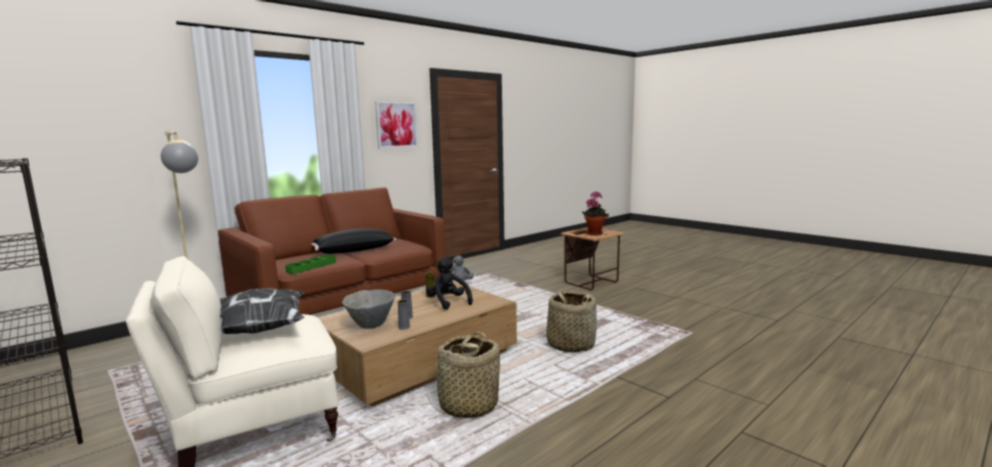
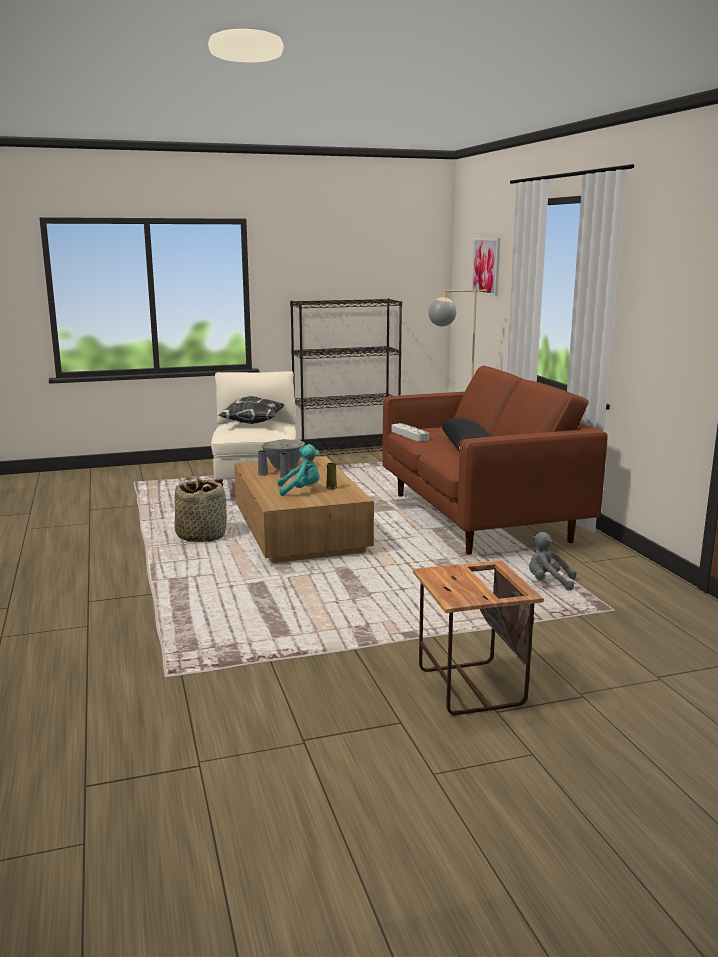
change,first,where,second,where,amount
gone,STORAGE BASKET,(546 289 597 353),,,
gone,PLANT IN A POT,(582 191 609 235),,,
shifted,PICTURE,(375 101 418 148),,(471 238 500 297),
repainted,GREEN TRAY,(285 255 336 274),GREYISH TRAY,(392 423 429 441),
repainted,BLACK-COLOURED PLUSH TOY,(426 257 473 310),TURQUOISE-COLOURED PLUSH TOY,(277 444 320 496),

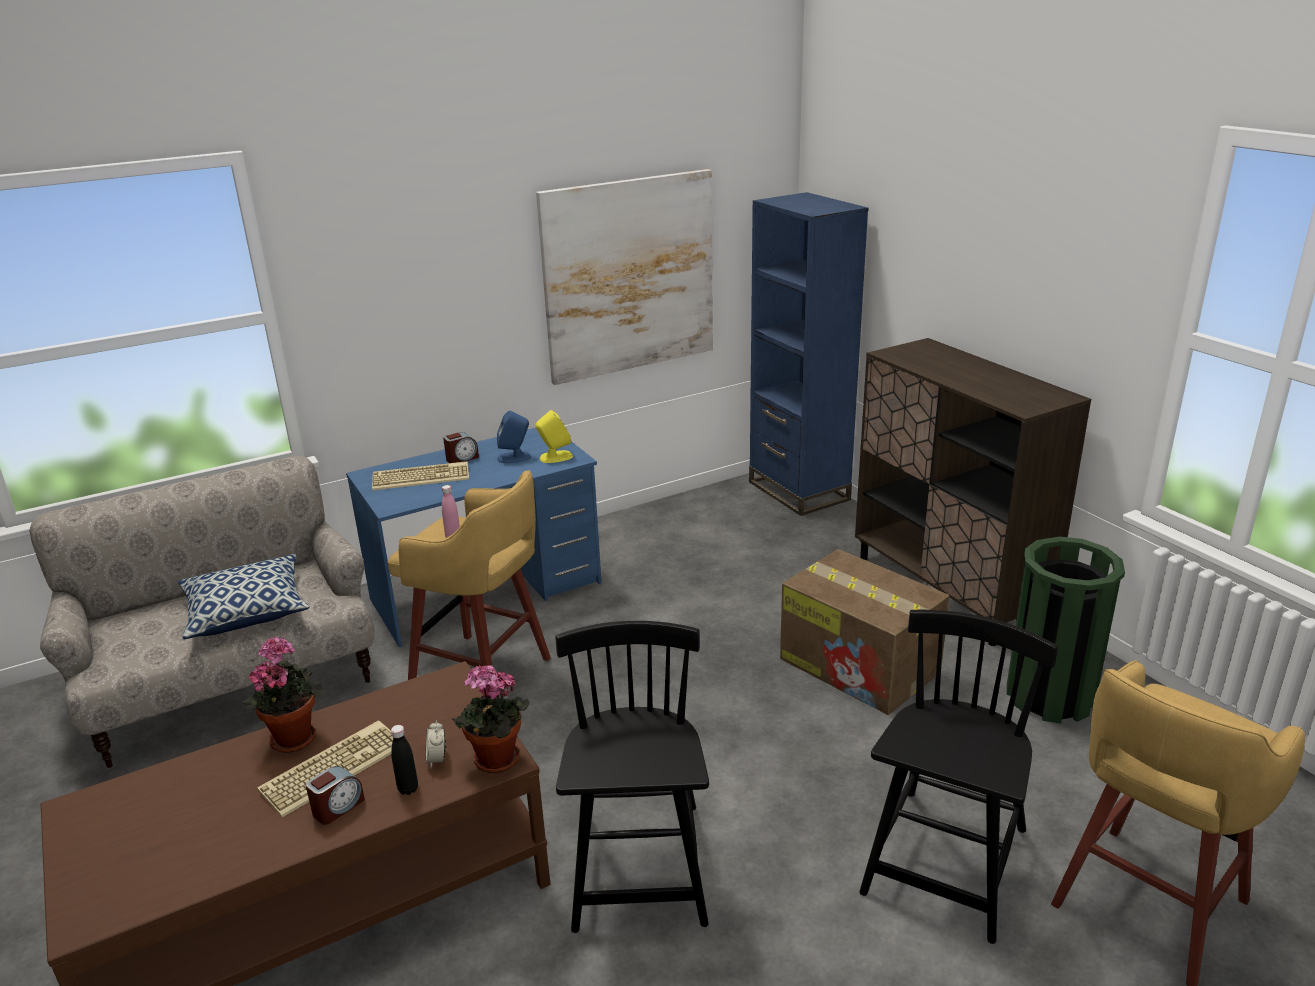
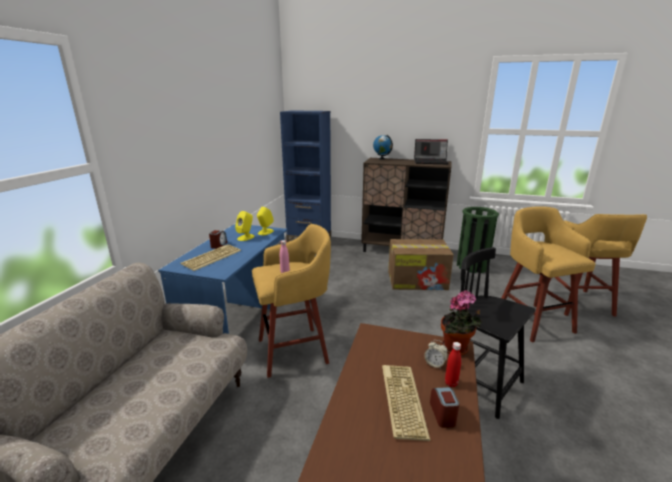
change,first,where,second,where,amount
gone,CUSHION,(178 554 310 639),,,
gone,PLANT IN A POT,(243 637 323 752),,,
gone,PICTURE,(536 169 713 385),,,
new,,,DESK GLOBE,(373 135 393 160),
new,,,NOTEBOOK COMPUTER,(414 139 449 164),
swapped,BLACK-COLOURED CHAIR,(859 610 1058 944),YELLOW-COLOURED STOOL SEAT,(502 207 596 342),
repainted,BLACK-COLOURED DRINK BOTTLE,(391 725 418 795),RED DRINK BOTTLE,(445 342 461 387),
repainted,BLUE SPEAKER,(497 411 531 463),YELLOW-COLOURED SPEAKER,(235 211 255 241),

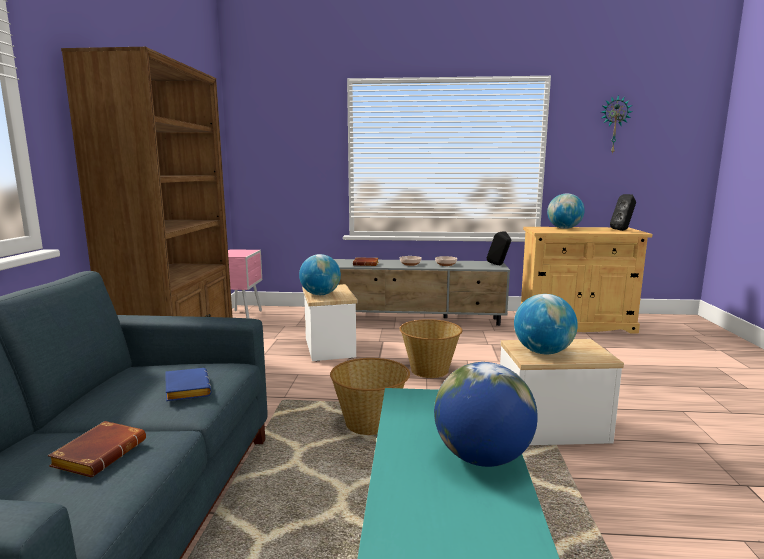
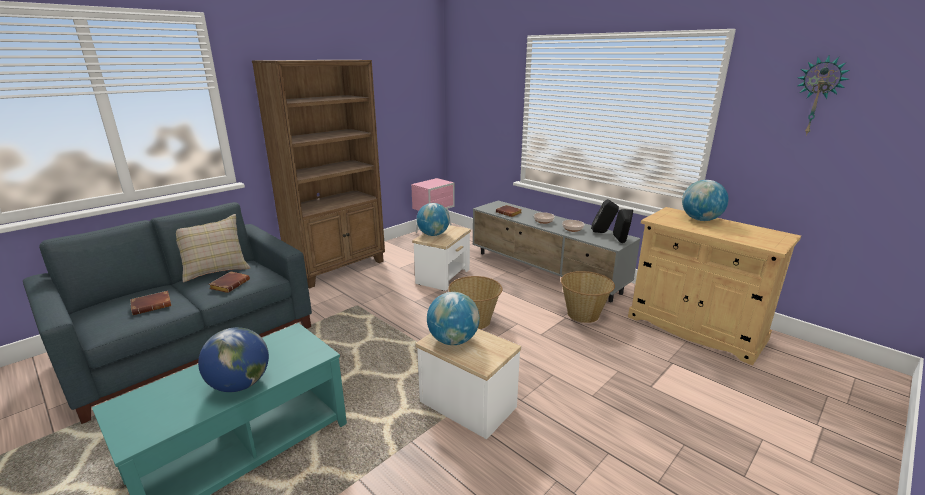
change,first,where,second,where,amount
new,,,BEIGE CUSHION,(176 214 250 283),
shifted,STORAGE BASKET,(330 358 410 435),,(561 271 615 323),
shifted,BLACK-COLOURED SPEAKER,(610 194 636 231),,(591 199 619 233),
repainted,BLUE BOUND BOOK,(165 368 211 401),BROWN BOUND BOOK,(209 272 250 293),

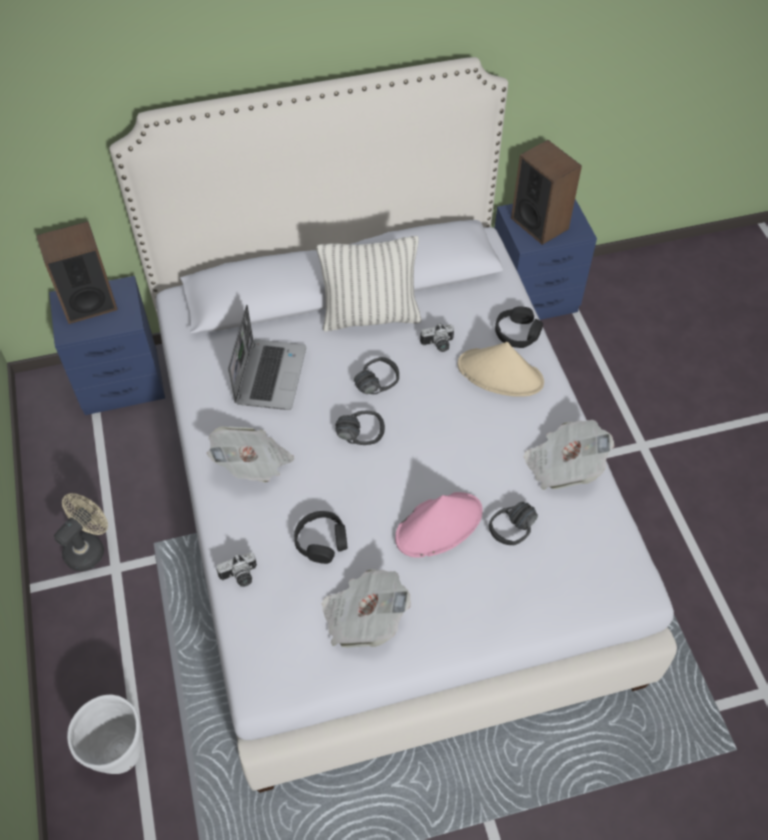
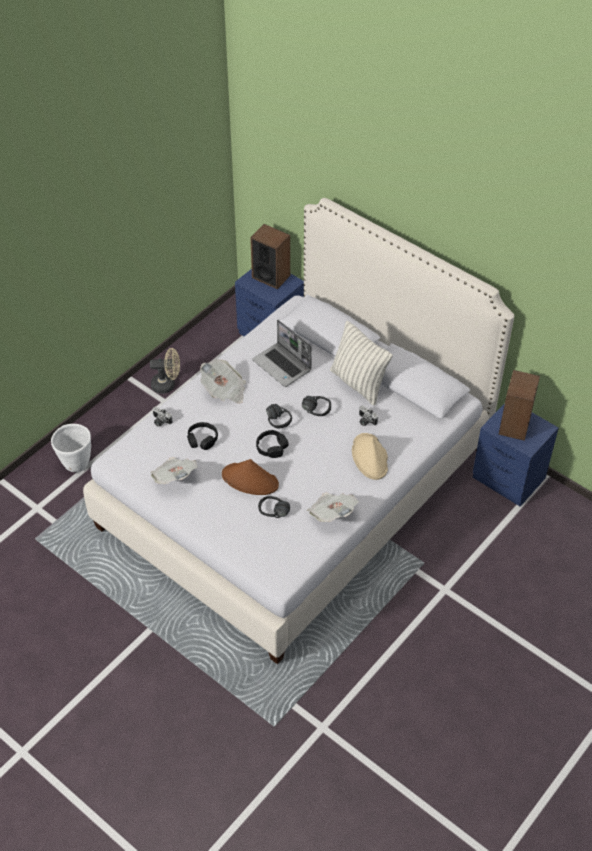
change,first,where,second,where,amount
shifted,BLACK-COLOURED HEADSET,(495 307 543 348),,(256 430 289 458),
repainted,PINKISH WEARABLE HAT,(395 492 483 558),BROWN WEARABLE HAT,(222 459 279 495),
rotated,NOTEBOOK COMPUTER,(228 305 306 410),,(252 320 312 387),75 degrees clockwise

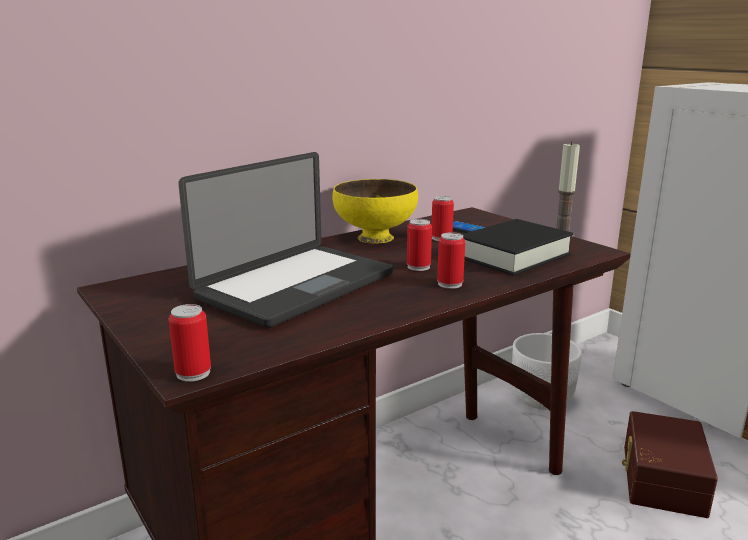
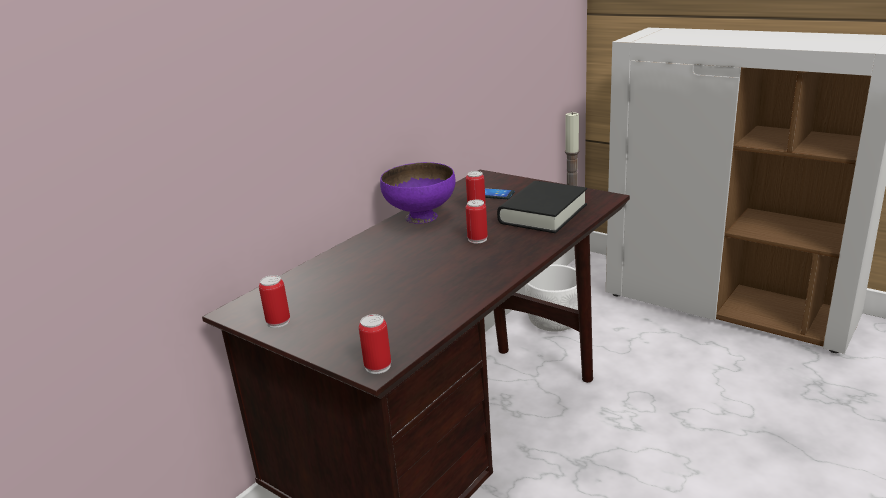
change,first,where,second,where,amount
gone,NOTEBOOK COMPUTER,(178 152 393 328),,,
gone,BROWN STORAGE CONTAINER,(622 411 718 518),,,
shifted,CAN,(437 232 465 289),,(259 275 290 328),
repainted,YELLOW-COLOURED BOWL,(332 179 418 244),PURPLE-COLOURED BOWL,(380 162 456 224),

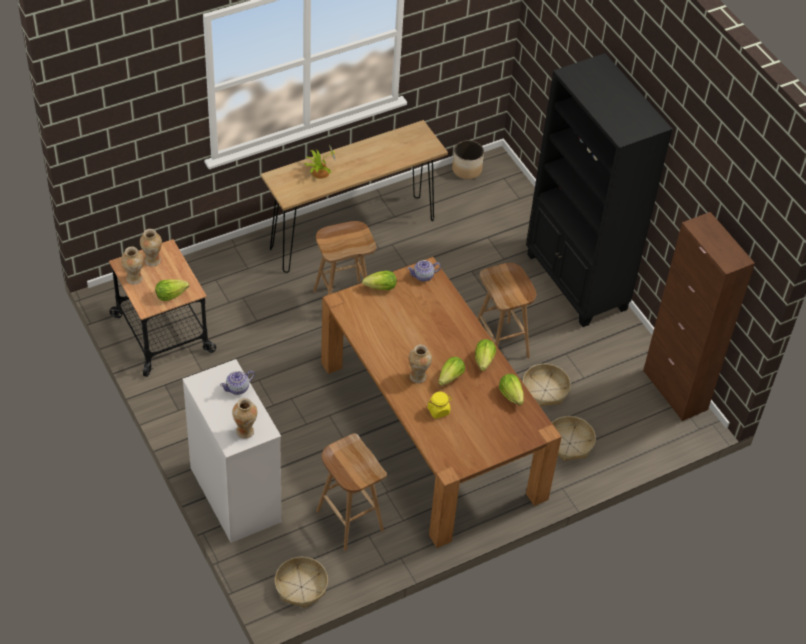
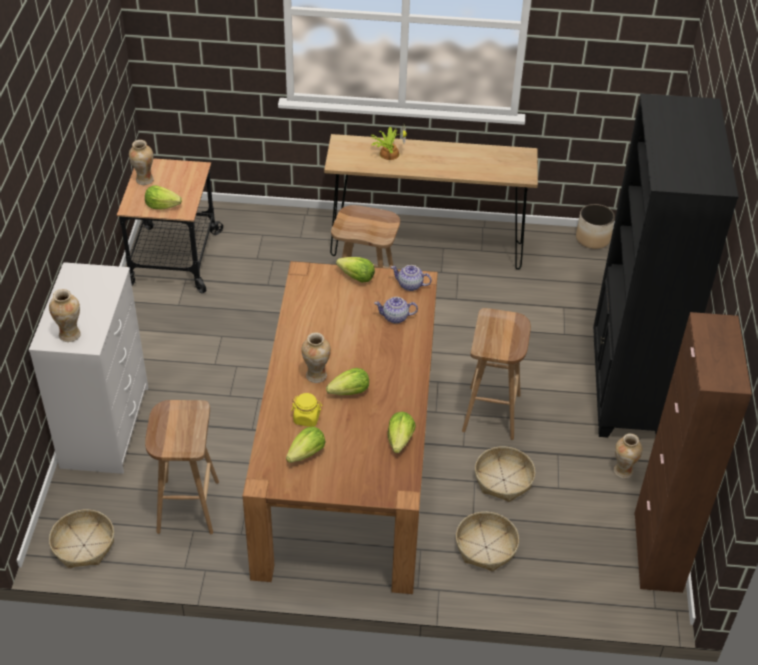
change,first,where,second,where,amount
shifted,DECORATIVE VASE,(140 229 162 267),,(614 434 643 479),
shifted,TEAPOT,(220 370 255 395),,(374 297 418 324),
shifted,LETTUCE,(475 339 496 371),,(286 427 325 463),

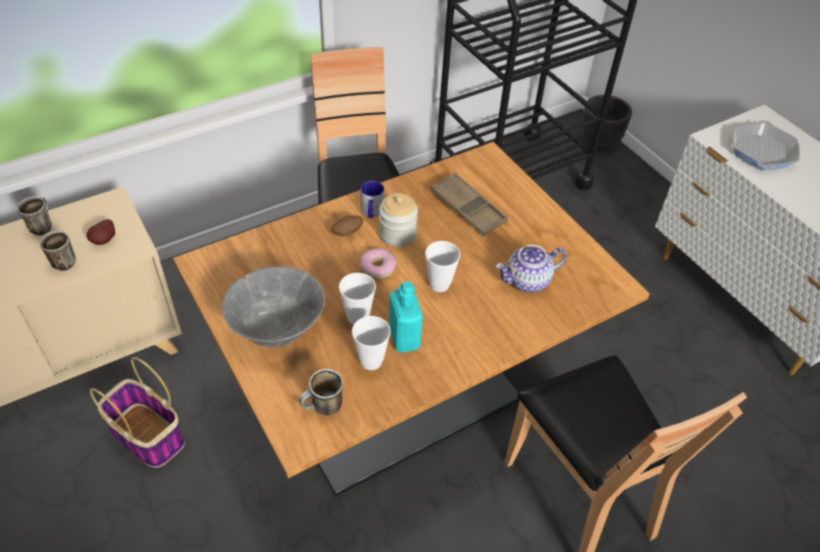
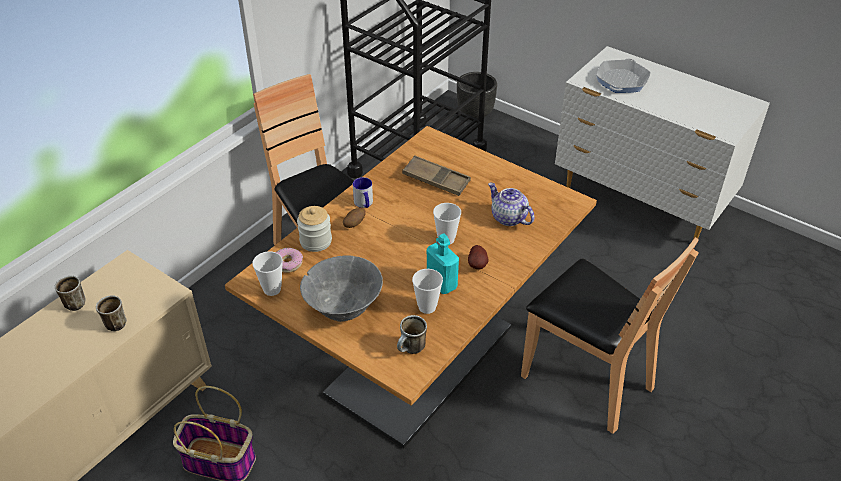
change,first,where,second,where,amount
shifted,WHOLE POTATO,(86 219 115 245),,(468 245 489 269),
shifted,CUP,(339 273 376 325),,(252 251 283 296),
shifted,DOUGHNUT,(360 248 396 279),,(276 248 303 273),
shifted,PRESERVE JAR,(379 193 418 247),,(297 206 332 252),
rotated,TEAPOT,(496 245 567 293),,(488 183 534 226),90 degrees clockwise
rotated,SKILLET,(733 120 800 171),,(596 59 651 93),150 degrees counterclockwise

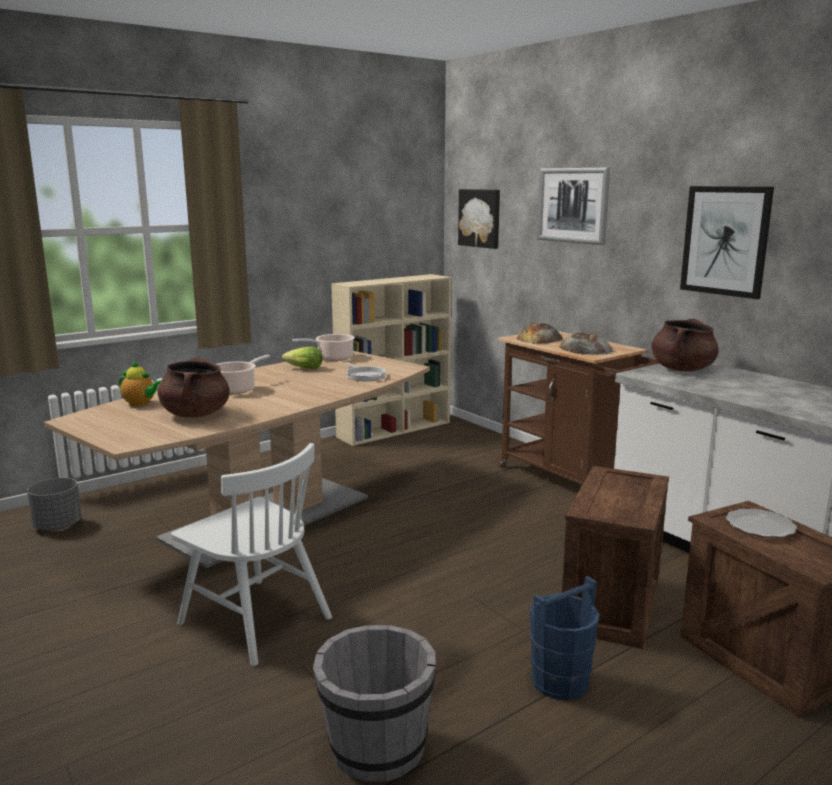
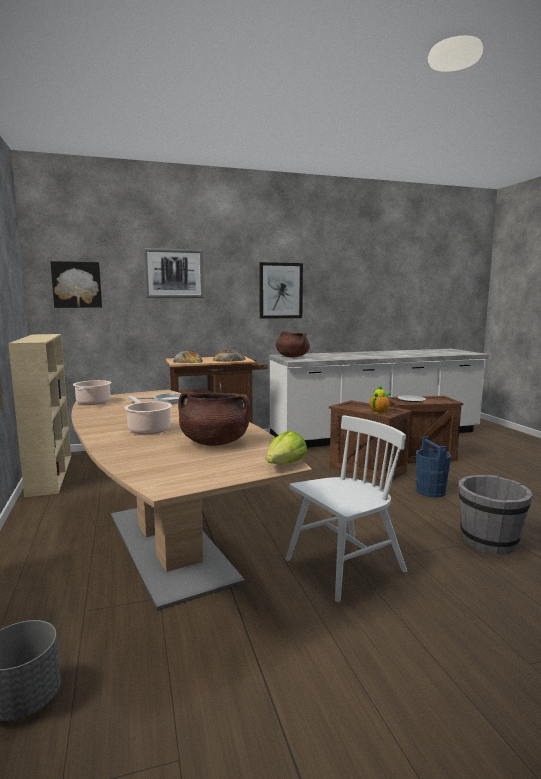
change,first,where,second,where,amount
shifted,TEAPOT,(119 361 161 406),,(369 385 390 414),
shifted,LETTUCE,(282 347 322 369),,(266 430 308 465),

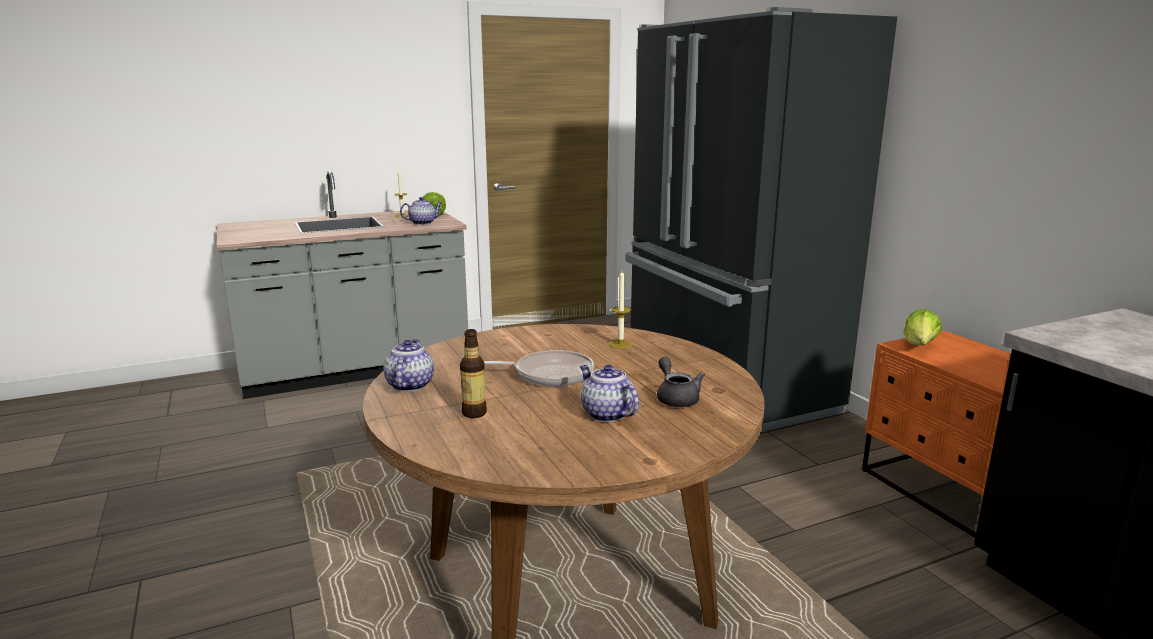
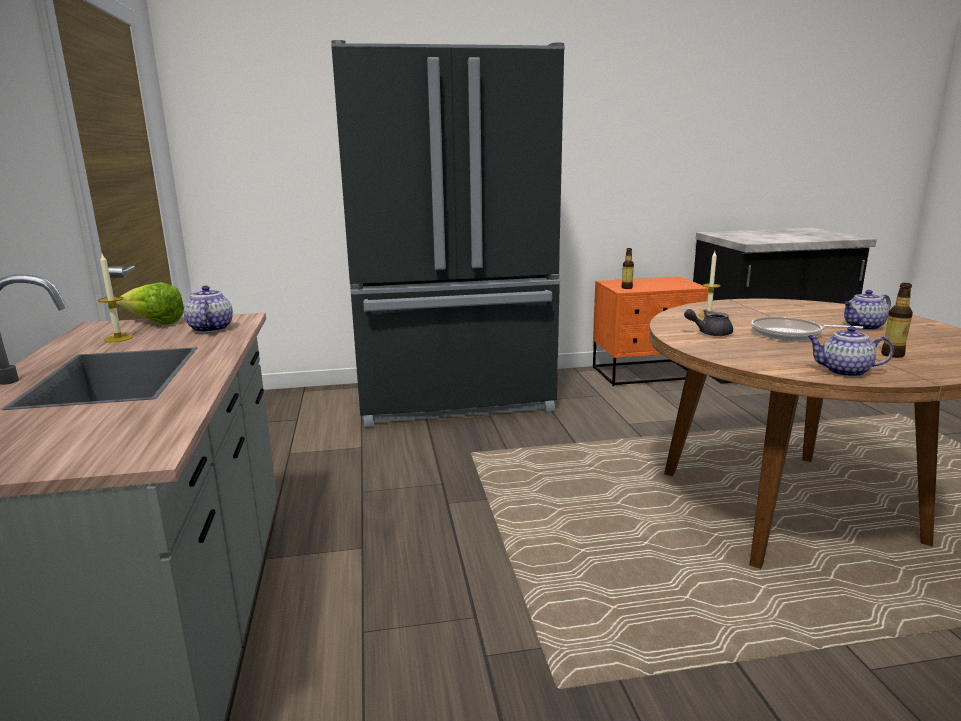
change,first,where,second,where,amount
shifted,GREYISH TEAPOT,(657 357 705 407),,(684 309 733 336),
swapped,LETTUCE,(903 309 942 346),DRINK BOTTLE,(621 248 634 289),
rotated,SKILLET,(484 350 594 386),,(751 316 863 341),90 degrees counterclockwise

